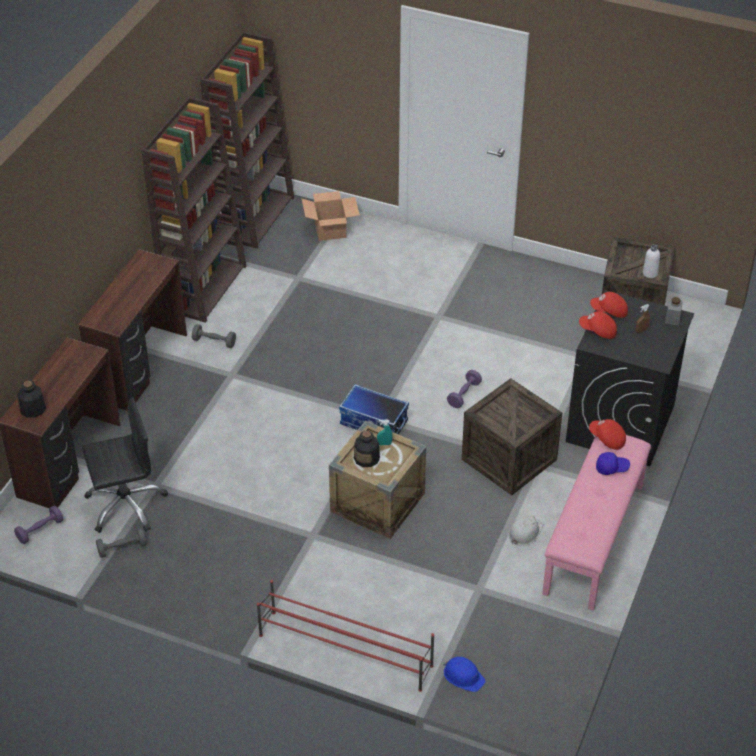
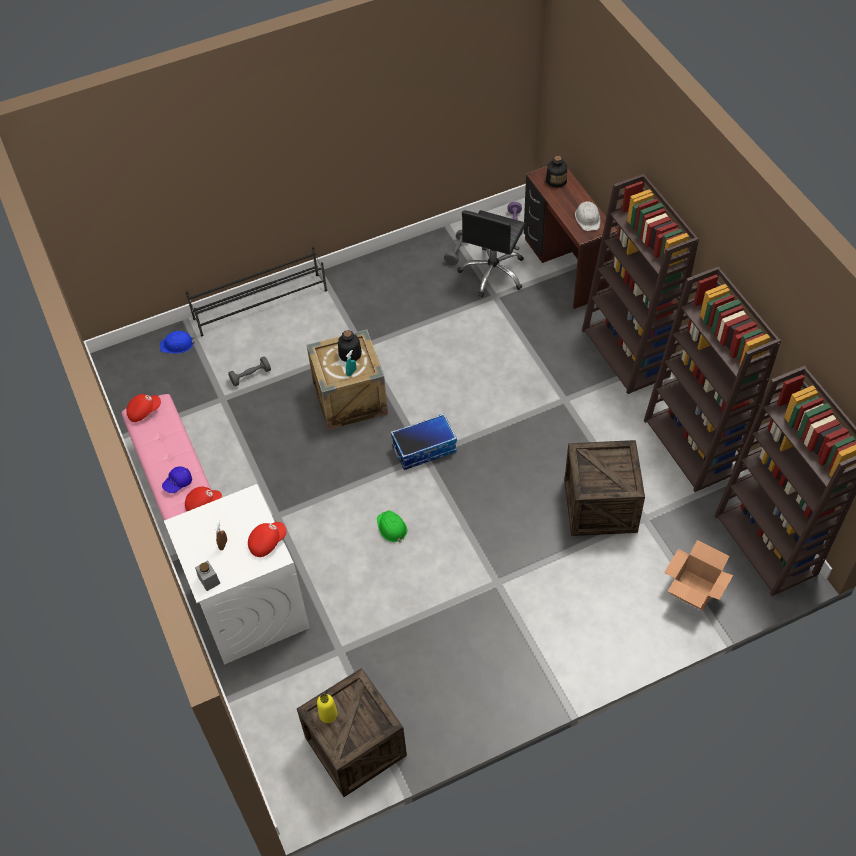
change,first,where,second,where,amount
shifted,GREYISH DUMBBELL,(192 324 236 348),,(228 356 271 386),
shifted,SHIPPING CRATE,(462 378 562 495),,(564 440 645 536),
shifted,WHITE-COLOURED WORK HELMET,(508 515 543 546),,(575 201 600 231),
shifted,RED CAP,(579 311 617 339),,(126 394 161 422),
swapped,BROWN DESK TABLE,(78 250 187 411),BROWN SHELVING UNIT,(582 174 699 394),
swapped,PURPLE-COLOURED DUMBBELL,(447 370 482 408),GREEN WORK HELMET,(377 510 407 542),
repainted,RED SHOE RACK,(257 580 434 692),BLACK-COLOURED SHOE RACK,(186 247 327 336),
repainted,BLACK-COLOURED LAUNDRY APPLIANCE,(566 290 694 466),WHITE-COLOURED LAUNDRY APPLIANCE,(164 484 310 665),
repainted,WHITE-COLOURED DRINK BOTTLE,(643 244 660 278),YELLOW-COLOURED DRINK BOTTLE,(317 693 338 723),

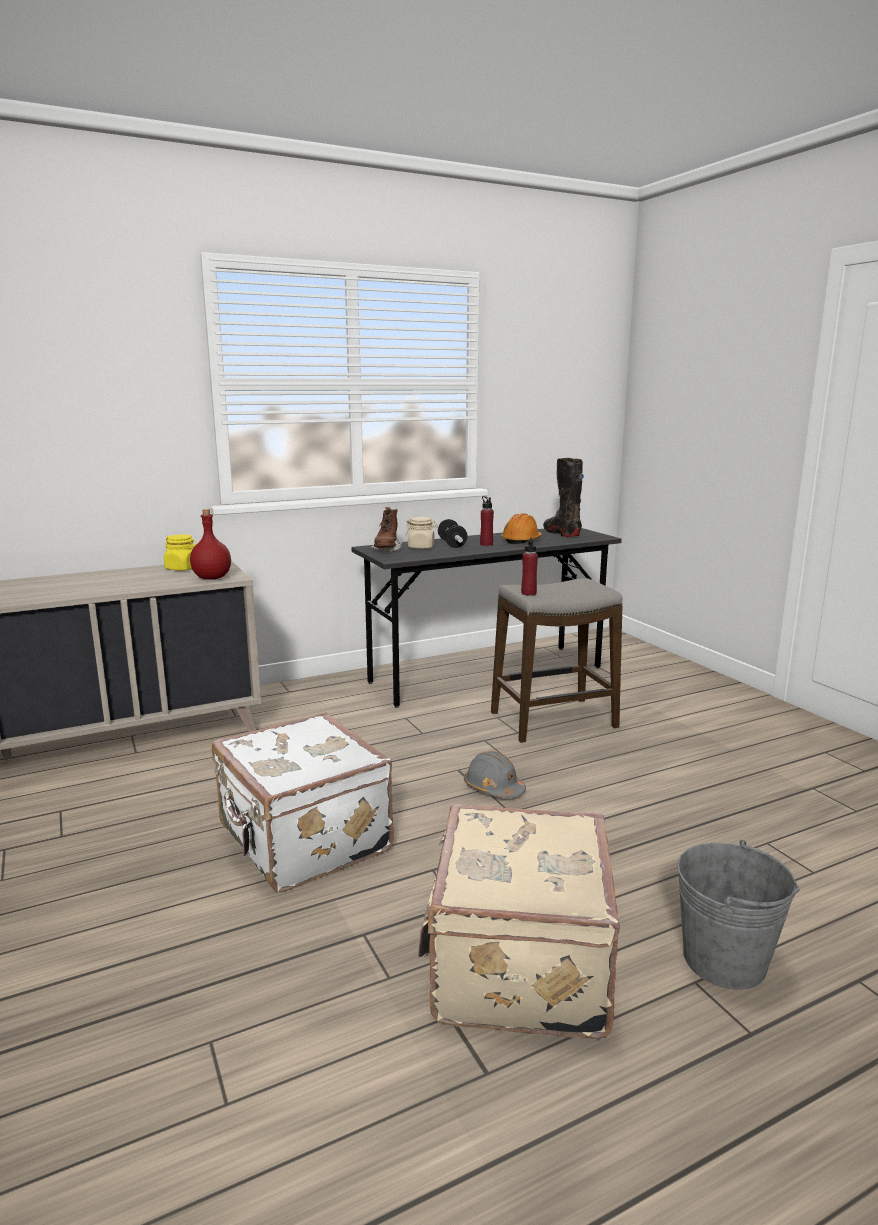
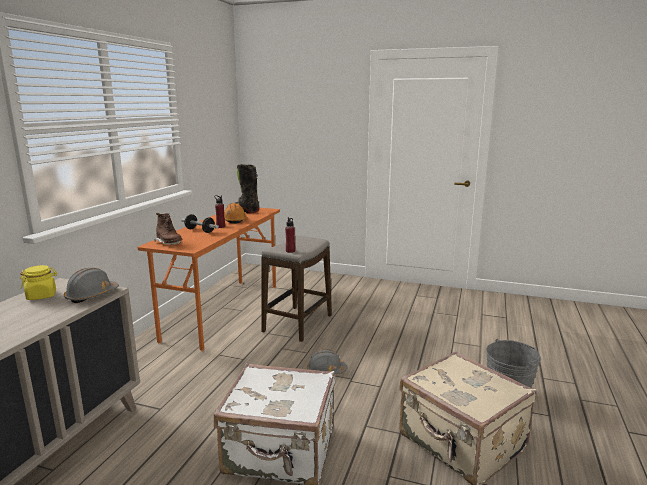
change,first,where,second,where,amount
gone,BEIGE PRESERVE JAR,(405 517 438 549),,,
swapped,RED DRINK BOTTLE,(190 509 231 580),GREYISH WORK HELMET,(64 268 119 303),
repainted,GREYISH DESK TABLE,(351 528 622 708),ORANGE DESK TABLE,(137 208 280 351),

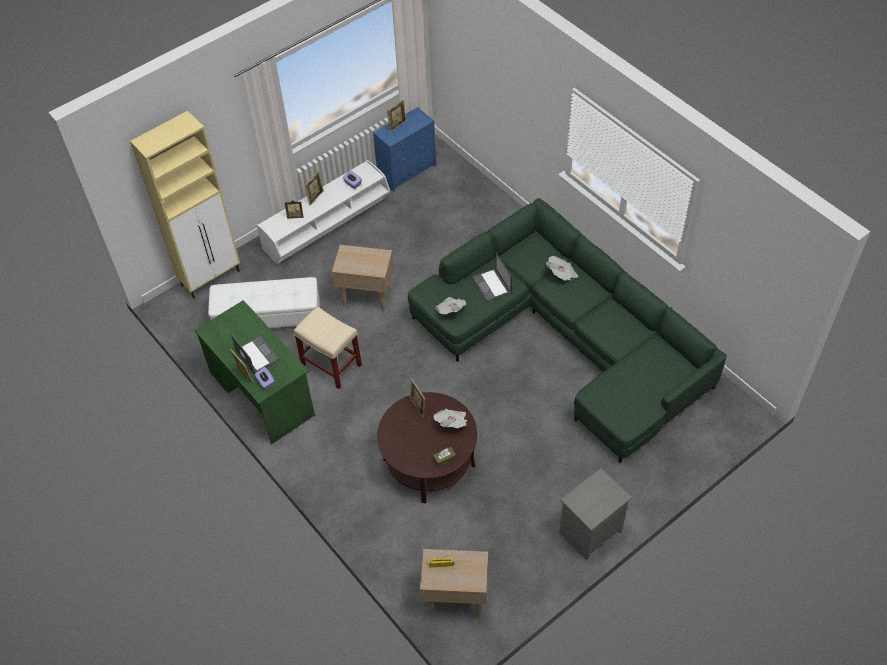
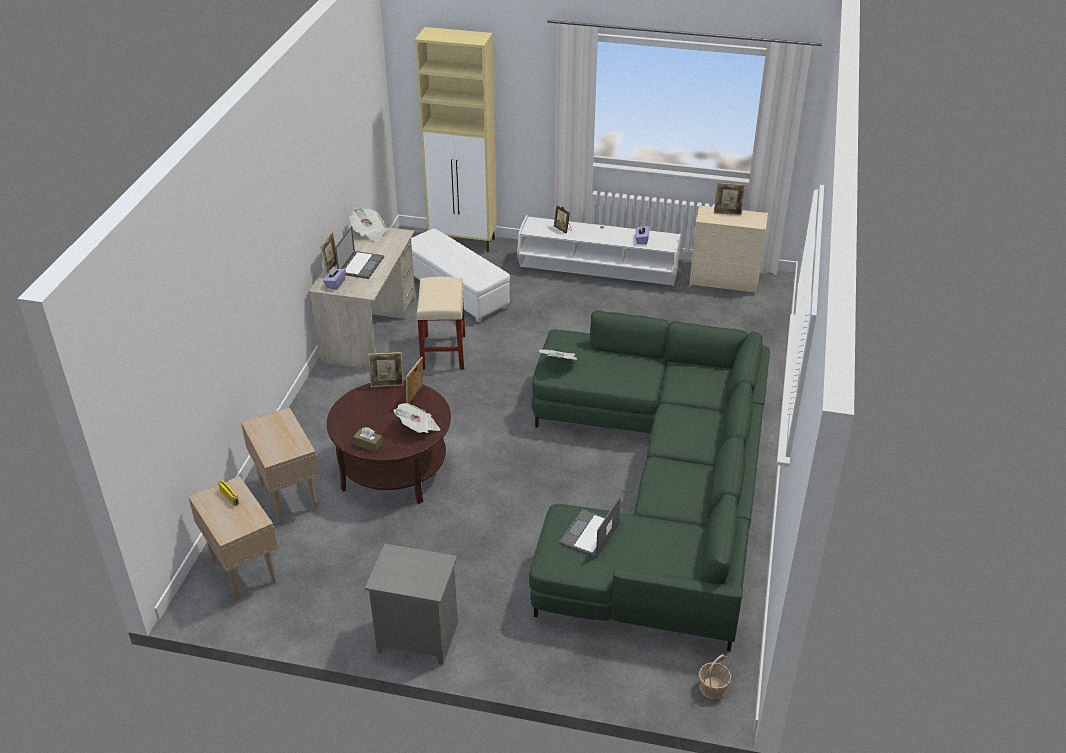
change,first,where,second,where,amount
new,,,STORAGE BASKET,(699 654 731 700),
shifted,STANDING FRAME,(305 171 324 205),,(368 352 404 387),
shifted,BEIGE END TABLE,(332 245 394 311),,(241 407 319 522),
shifted,NOTEBOOK COMPUTER,(472 252 512 302),,(559 496 621 558),
shifted,DAILY PAPER,(546 256 578 281),,(349 207 387 241),
repainted,GREEN DESK TABLE,(194 300 315 444),BEIGE DESK TABLE,(308 226 416 369),
repainted,BLUE CHEST OF DRAWERS,(373 107 436 192),BEIGE CHEST OF DRAWERS,(689 205 768 295),

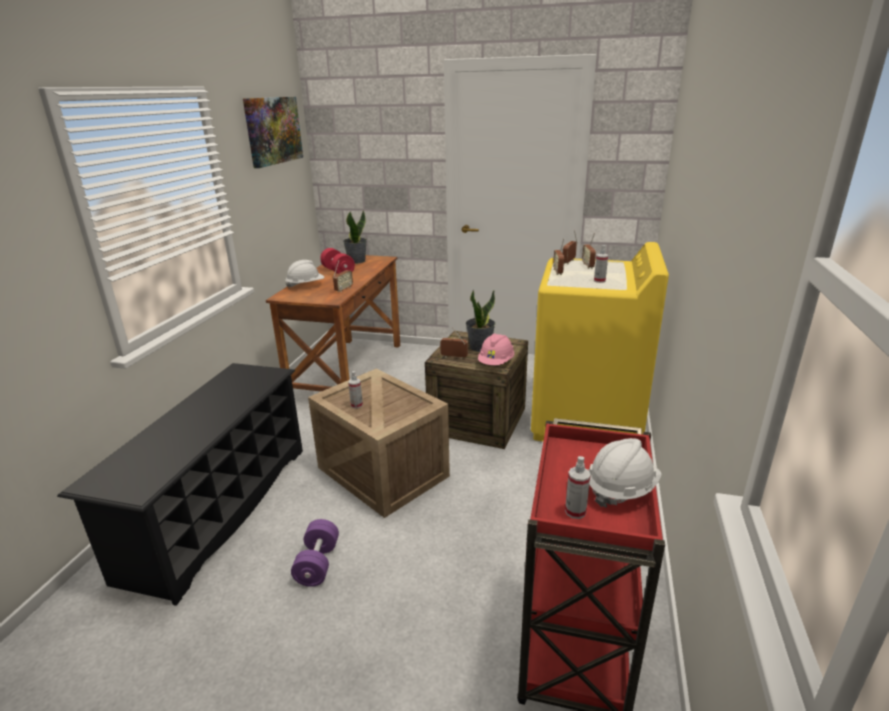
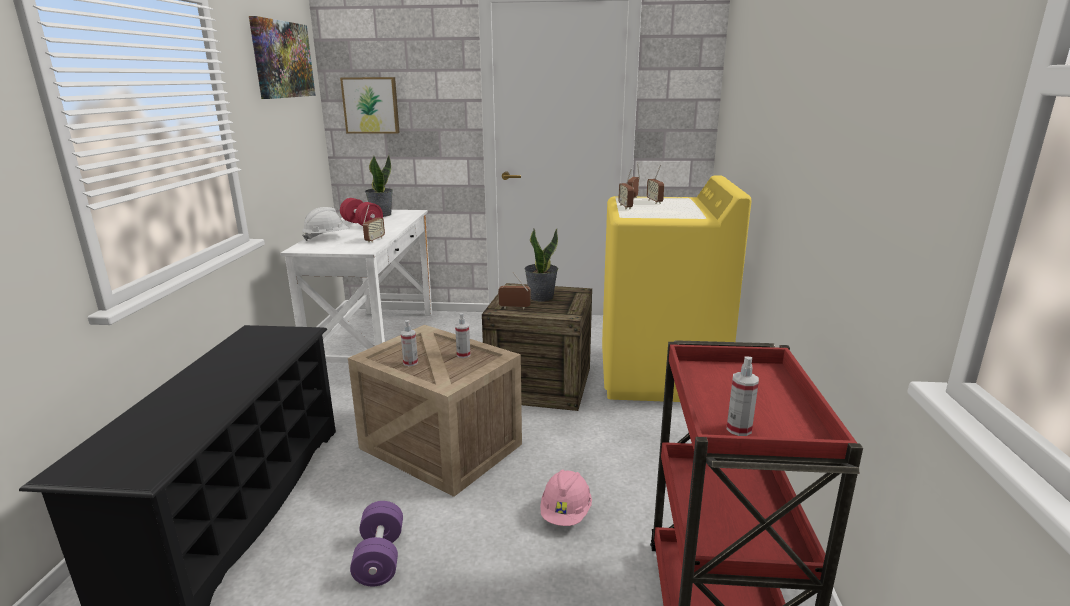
change,first,where,second,where,amount
gone,WHITE-COLOURED WORK HELMET,(589 438 662 508),,,
new,,,PICTURE,(340 77 400 133),
shifted,PINKISH WORK HELMET,(478 333 514 365),,(540 470 592 526),
shifted,SPRAYER,(594 245 608 283),,(455 313 470 358),
repainted,BROWN DESK TABLE,(266 254 400 391),WHITE-COLOURED DESK TABLE,(280 210 432 363),

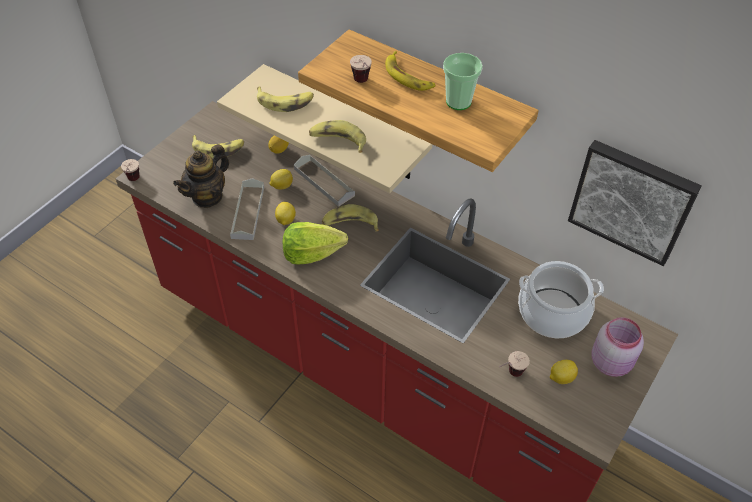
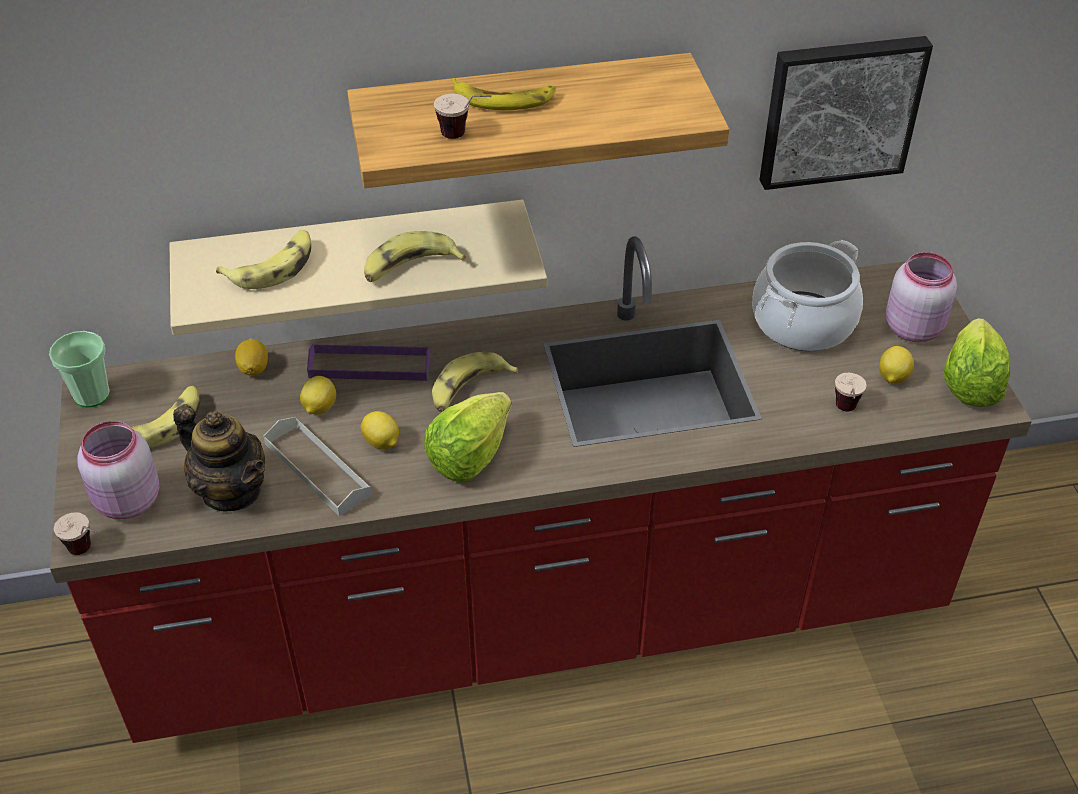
change,first,where,second,where,amount
new,,,PINKISH PRESERVE JAR,(77 421 159 519),
new,,,LETTUCE,(944 318 1010 407),
shifted,CUP,(443 53 483 110),,(49 331 110 408),
repainted,GREYISH TRAY,(294 155 355 207),PURPLE-COLOURED TRAY,(307 343 430 381),
rotated,TEAPOT,(173 144 229 208),,(173 404 265 511),45 degrees counterclockwise

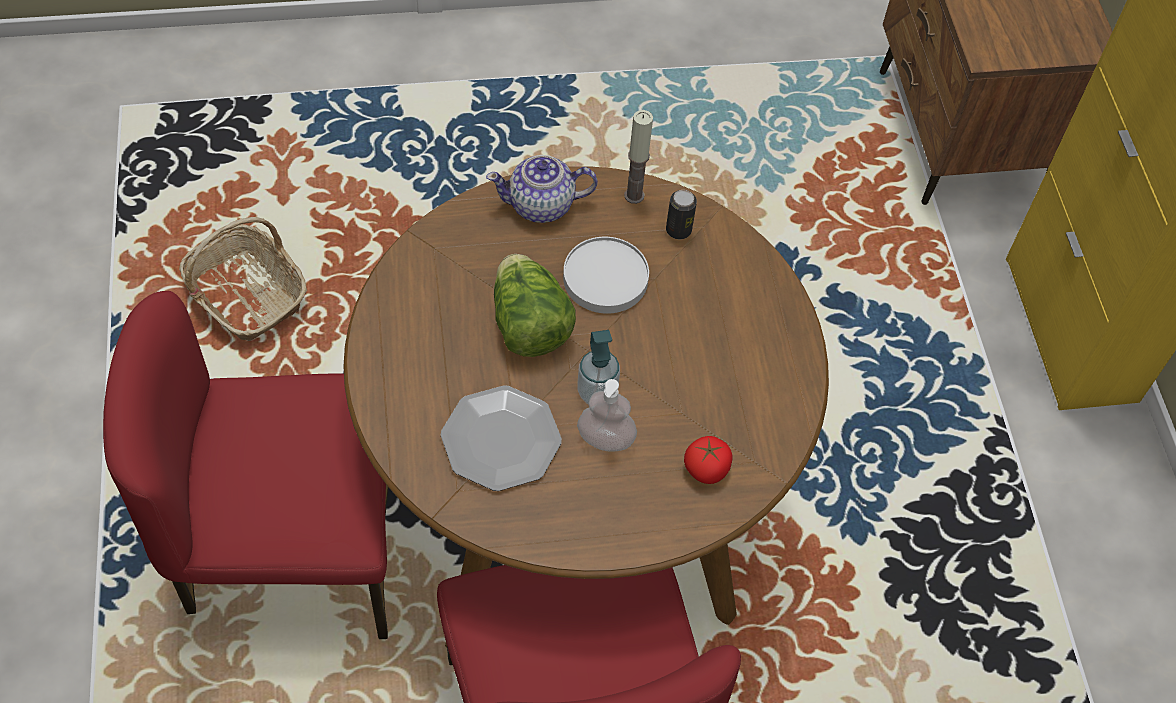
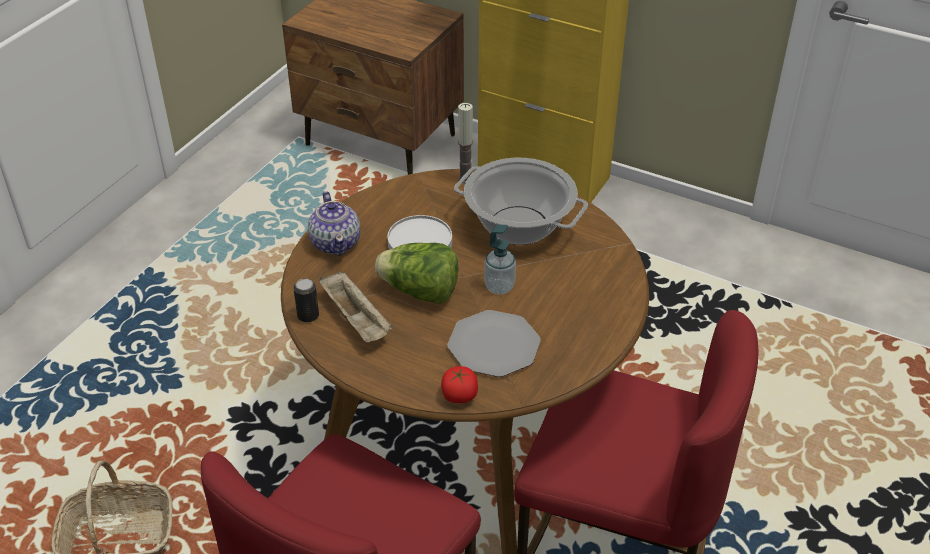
change,first,where,second,where,amount
gone,LIQUID SOAP BOTTLE,(577 379 637 452),,,
new,,,BEIGE TRAY,(319 271 392 343),
new,,,STOCKPOT,(454 158 588 245),
shifted,CANDLE,(624 110 653 204),,(458 103 473 183),
shifted,CAN,(666 190 697 239),,(293 278 319 322),
shifted,FRESH TOMATO,(684 436 733 484),,(441 366 478 403),
rotated,TEAPOT,(486 155 598 223),,(308 191 360 256),45 degrees counterclockwise

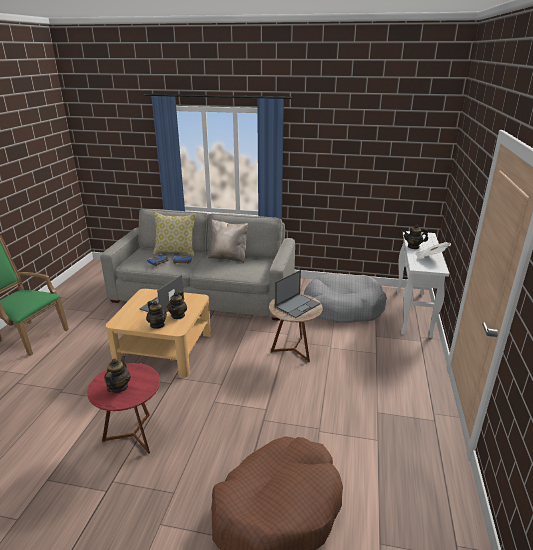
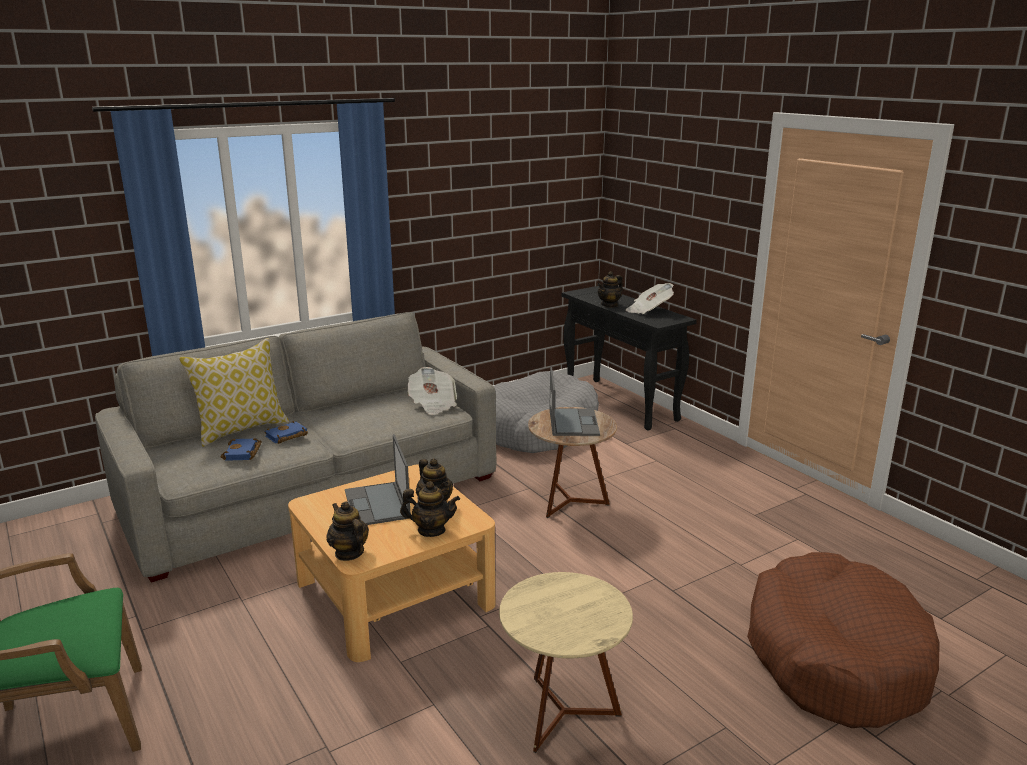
change,first,where,second,where,amount
gone,BEIGE CUSHION,(208 220 248 263),,,
new,,,DAILY PAPER,(407 367 457 415),
shifted,TEAPOT,(104 356 131 393),,(326 502 369 561),
repainted,RED END TABLE,(87 363 160 454),BEIGE END TABLE,(499 572 633 753),
repainted,WHITE-COLOURED CONSOLE TABLE,(397 231 449 338),BLACK-COLOURED CONSOLE TABLE,(561 286 697 431),

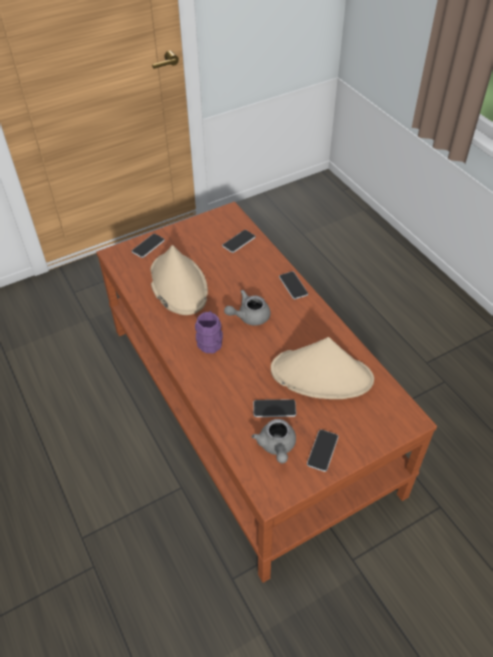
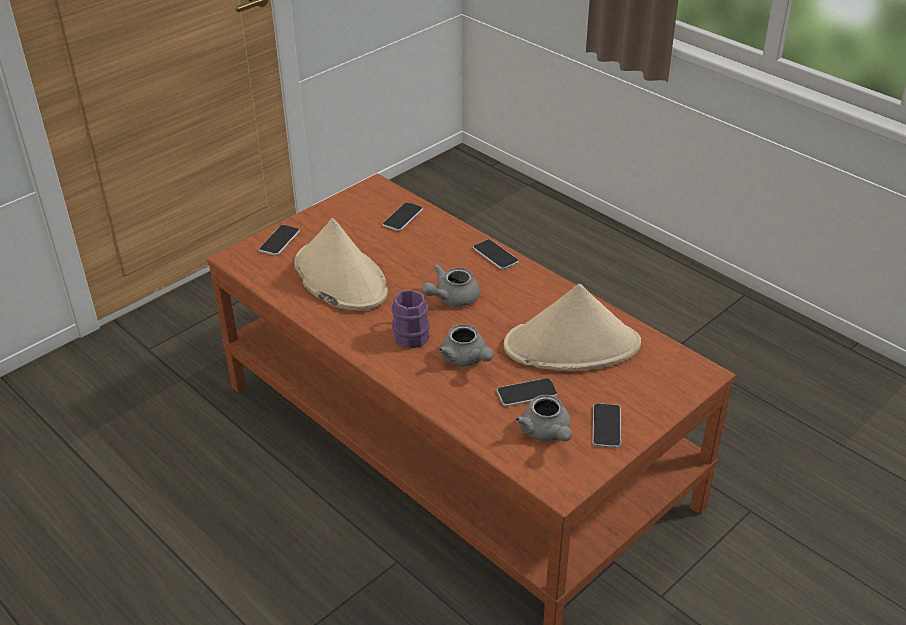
change,first,where,second,where,amount
new,,,GREYISH TEAPOT,(438 324 494 366),

